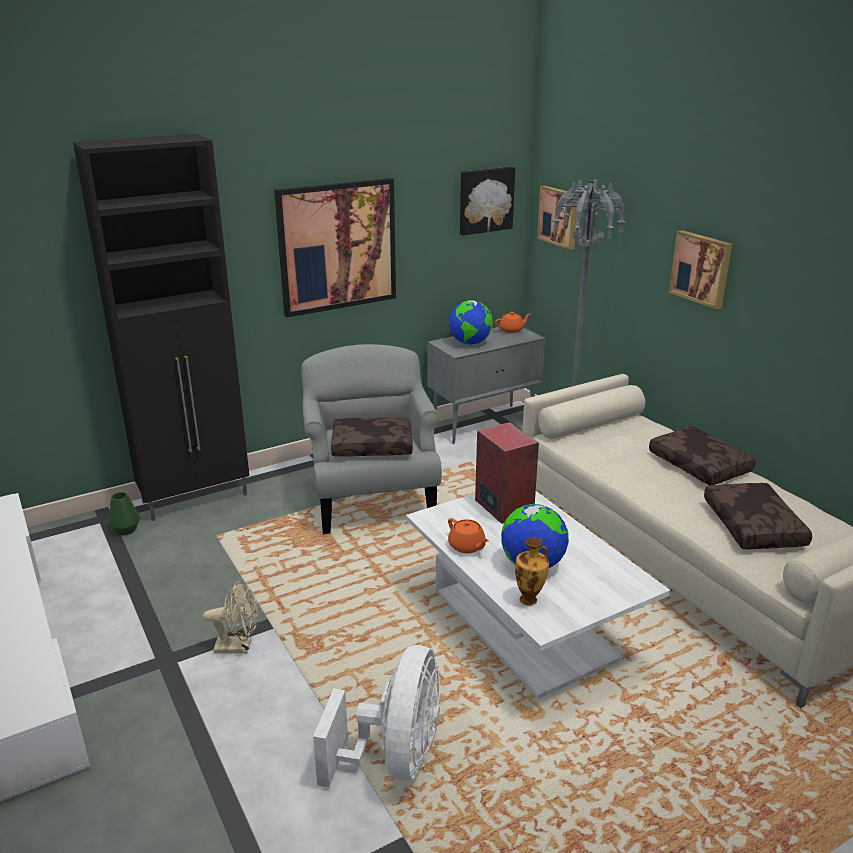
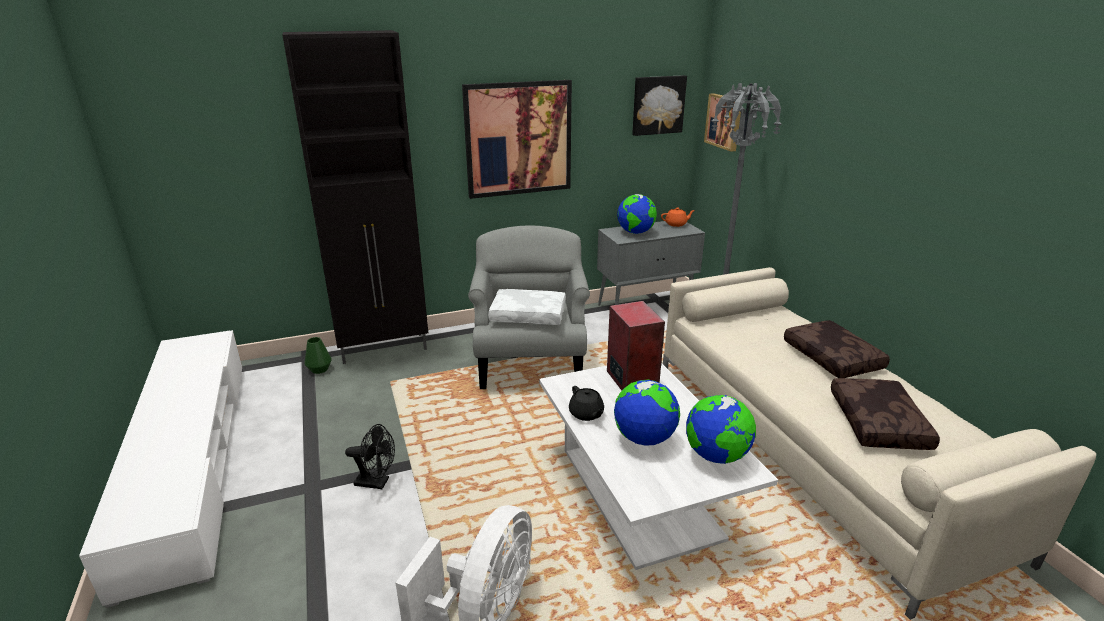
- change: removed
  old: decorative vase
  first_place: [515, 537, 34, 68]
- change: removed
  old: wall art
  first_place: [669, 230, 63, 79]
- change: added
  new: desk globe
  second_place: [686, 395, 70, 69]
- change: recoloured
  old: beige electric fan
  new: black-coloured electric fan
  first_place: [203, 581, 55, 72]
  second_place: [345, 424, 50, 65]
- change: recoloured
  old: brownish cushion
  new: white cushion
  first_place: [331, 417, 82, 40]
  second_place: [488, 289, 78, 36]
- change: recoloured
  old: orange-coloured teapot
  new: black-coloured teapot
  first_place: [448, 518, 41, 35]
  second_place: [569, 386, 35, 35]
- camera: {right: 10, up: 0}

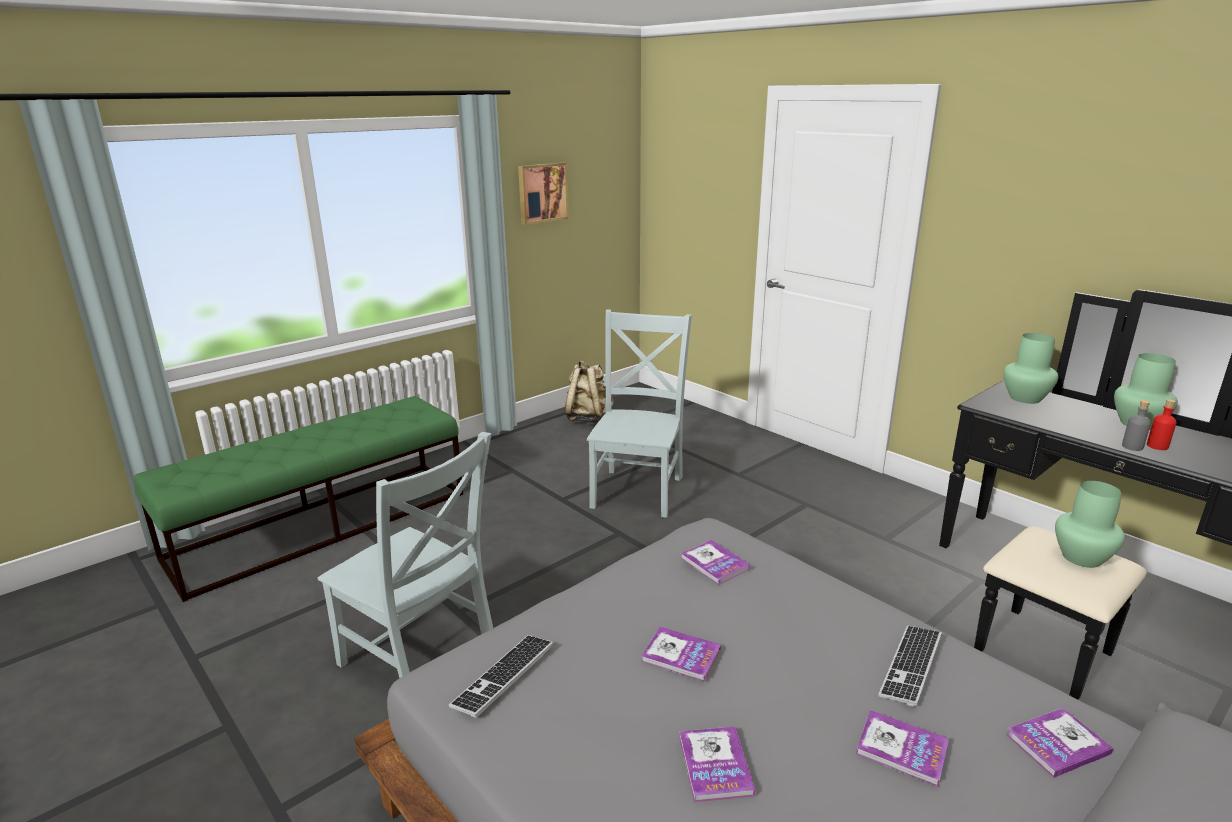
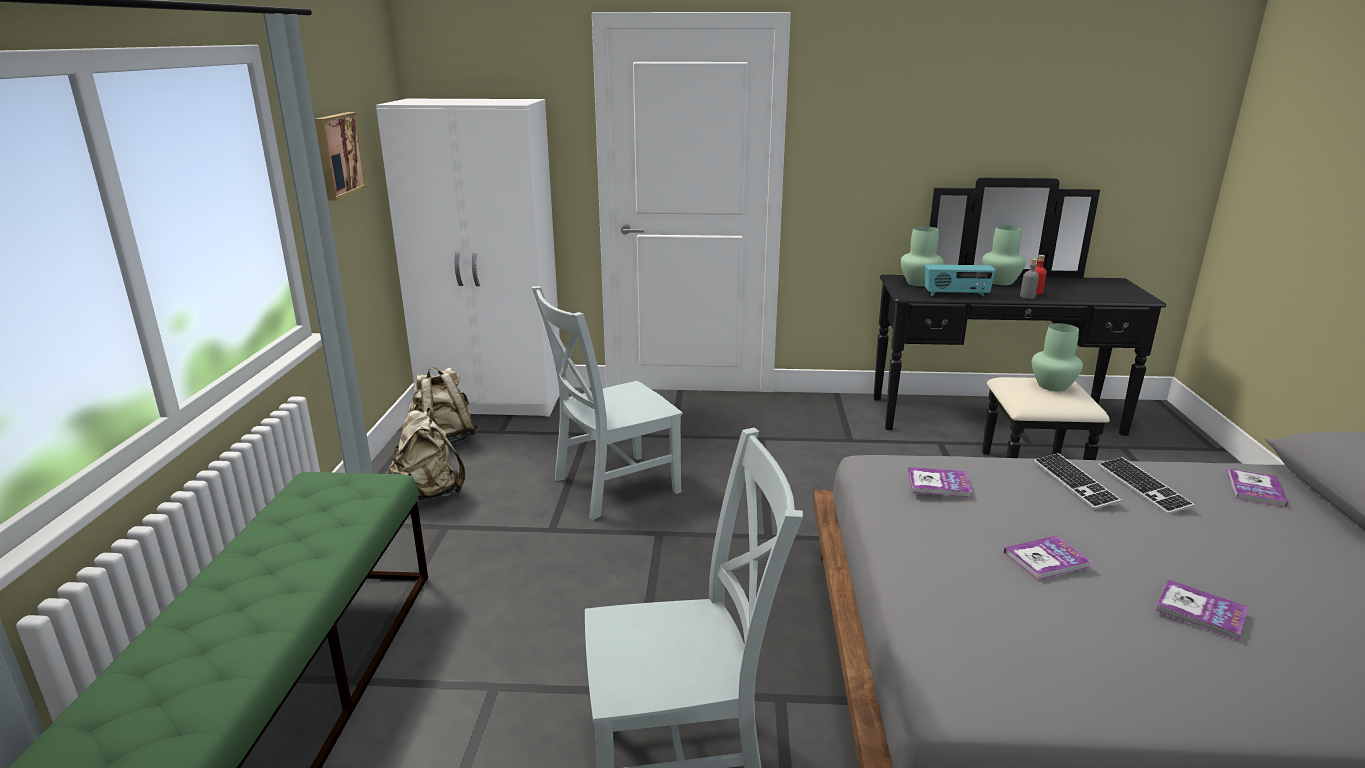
- change: removed
  old: volume
  first_place: [856, 710, 93, 77]
- change: added
  new: white clothes cupboard
  second_place: [376, 99, 184, 318]
- change: added
  new: beige rucksack
  second_place: [388, 408, 77, 93]
- change: added
  new: radio set
  second_place: [925, 264, 71, 33]
- change: moved
  old: PC keyboard
  first_place: [449, 635, 105, 83]
  second_place: [1034, 453, 87, 56]
- change: turned
  old: gray chair
  first_place: [587, 310, 105, 208]
  second_place: [532, 286, 151, 234]
  degrees: -90
- camera: {right: -45, up: 0}

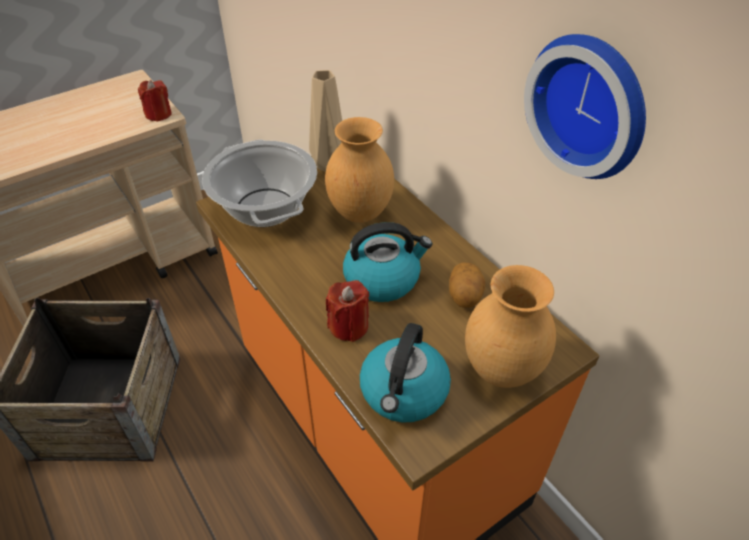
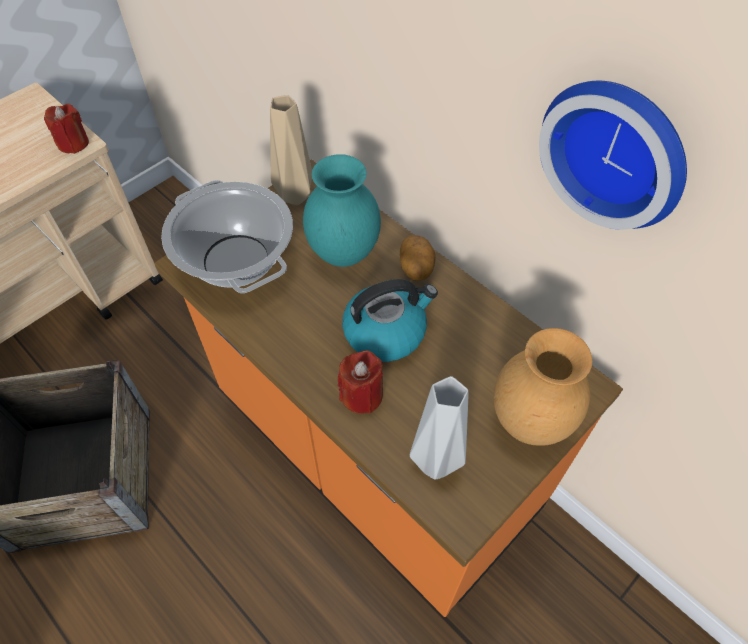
- change: moved
  old: potato
  first_place: [449, 262, 36, 46]
  second_place: [400, 235, 36, 46]
- change: replaced
  old: kettle
  new: gray decorative vase
  first_place: [360, 323, 91, 100]
  second_place: [410, 376, 59, 104]
- change: recoloured
  old: brownish decorative vase
  new: turquoise-coloured decorative vase
  first_place: [325, 117, 69, 106]
  second_place: [303, 154, 78, 113]
- camera: {right: -10, up: 10}

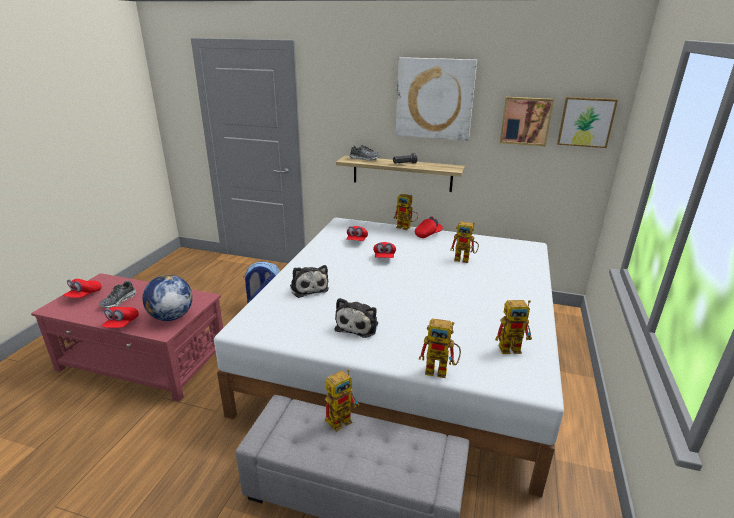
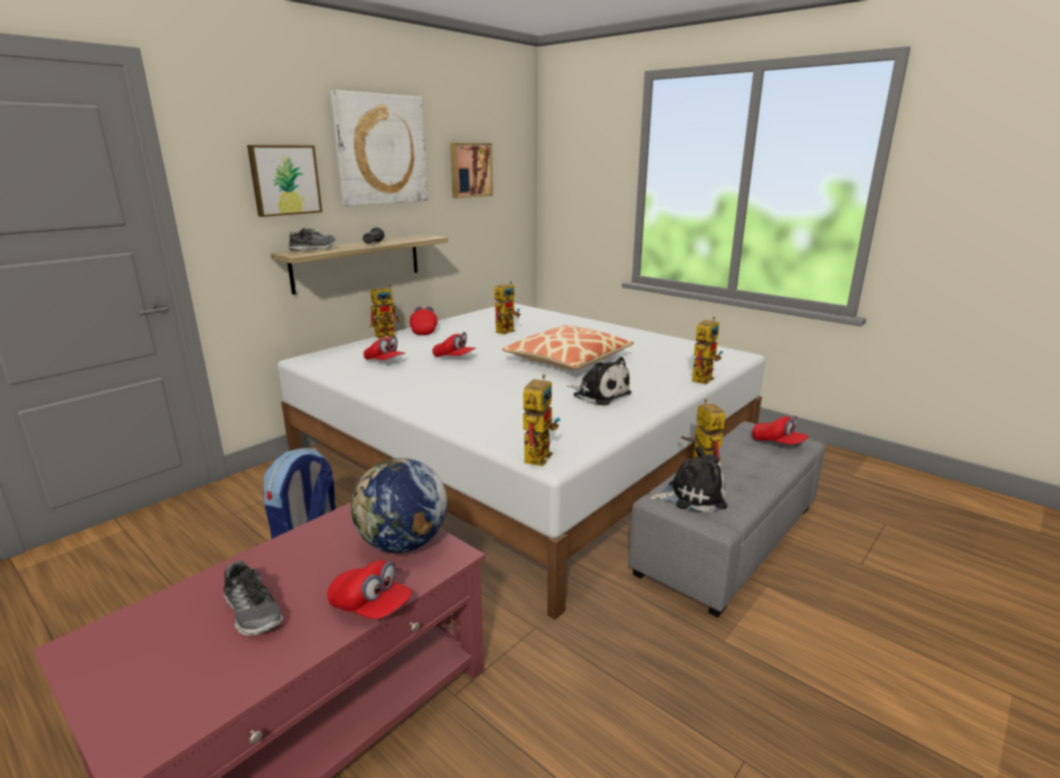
- change: added
  new: cushion
  second_place: [502, 325, 132, 45]
- change: moved
  old: red peaked cap
  first_place: [63, 279, 39, 19]
  second_place: [752, 416, 57, 28]
- change: moved
  old: cuddly toy
  first_place: [290, 265, 39, 33]
  second_place: [649, 446, 78, 66]
- change: moved
  old: toy robot
  first_place: [495, 300, 37, 54]
  second_place: [523, 374, 37, 92]
- change: moved
  old: wall art
  first_place: [557, 97, 61, 51]
  second_place: [247, 145, 75, 72]
- camera: {right: -65, up: -5}

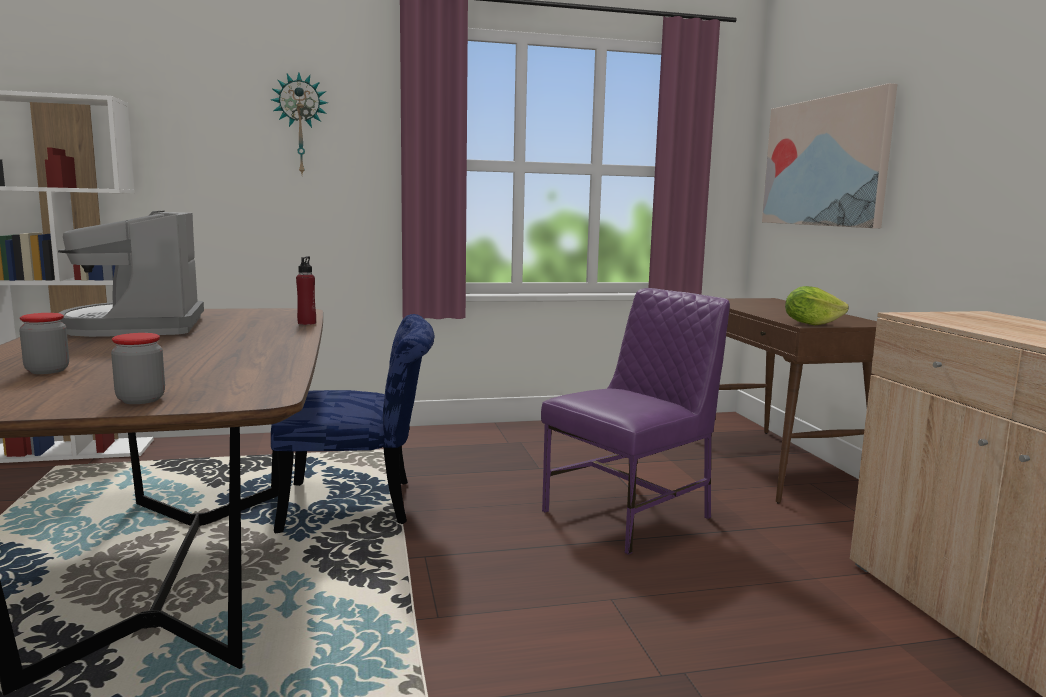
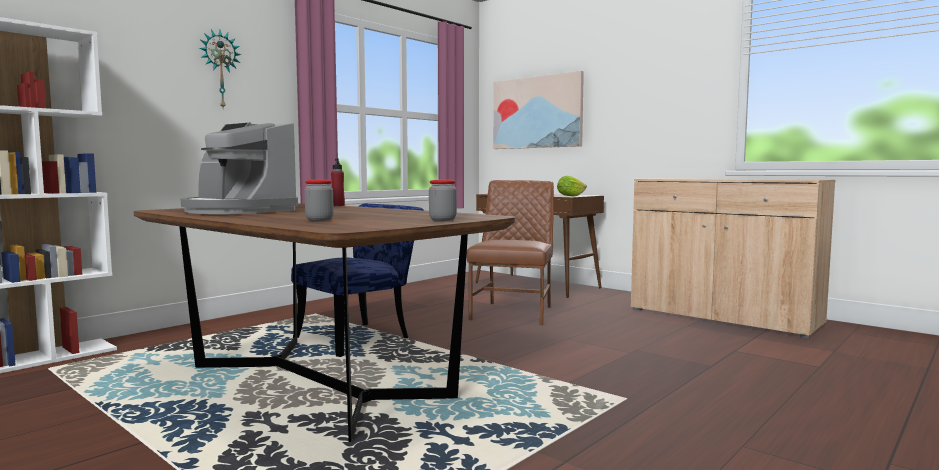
- change: recoloured
  old: purple chair
  new: brownish chair
  first_place: [541, 288, 189, 267]
  second_place: [467, 180, 87, 145]
- camera: {right: -35, up: -5}

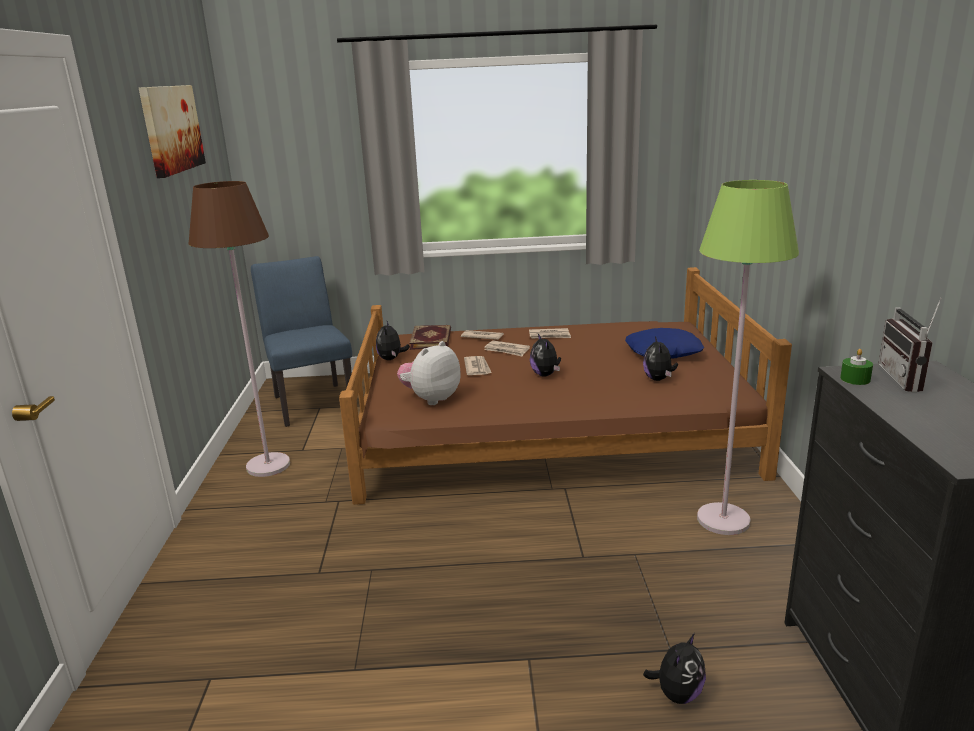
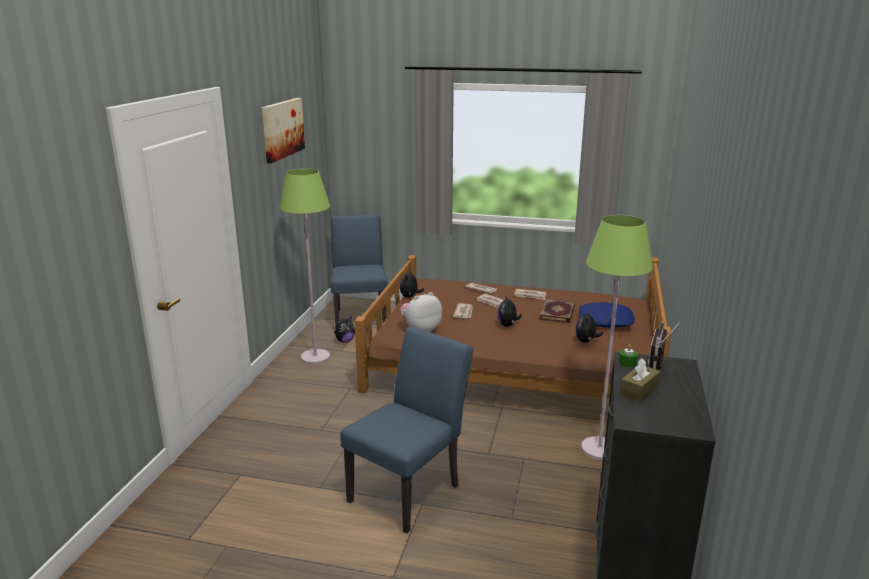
- change: added
  new: blue-coloured chair
  second_place: [340, 327, 133, 206]
- change: added
  new: brownish tissue holder
  second_place: [619, 358, 42, 44]
- change: moved
  old: volume
  first_place: [409, 325, 42, 25]
  second_place: [539, 299, 36, 24]
- change: moved
  old: cuddly toy
  first_place: [643, 633, 63, 71]
  second_place: [334, 317, 21, 26]
- change: recoloured
  old: brownish standard lamp
  new: green-coloured standard lamp
  first_place: [189, 181, 101, 296]
  second_place: [279, 168, 51, 196]
- camera: {right: 15, up: 0}

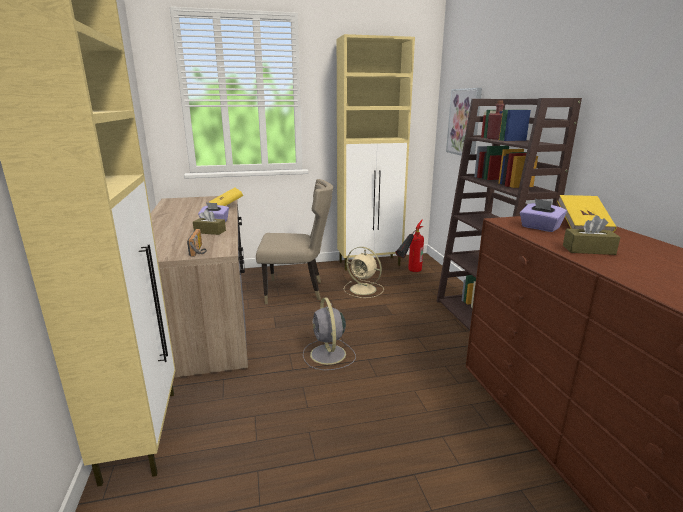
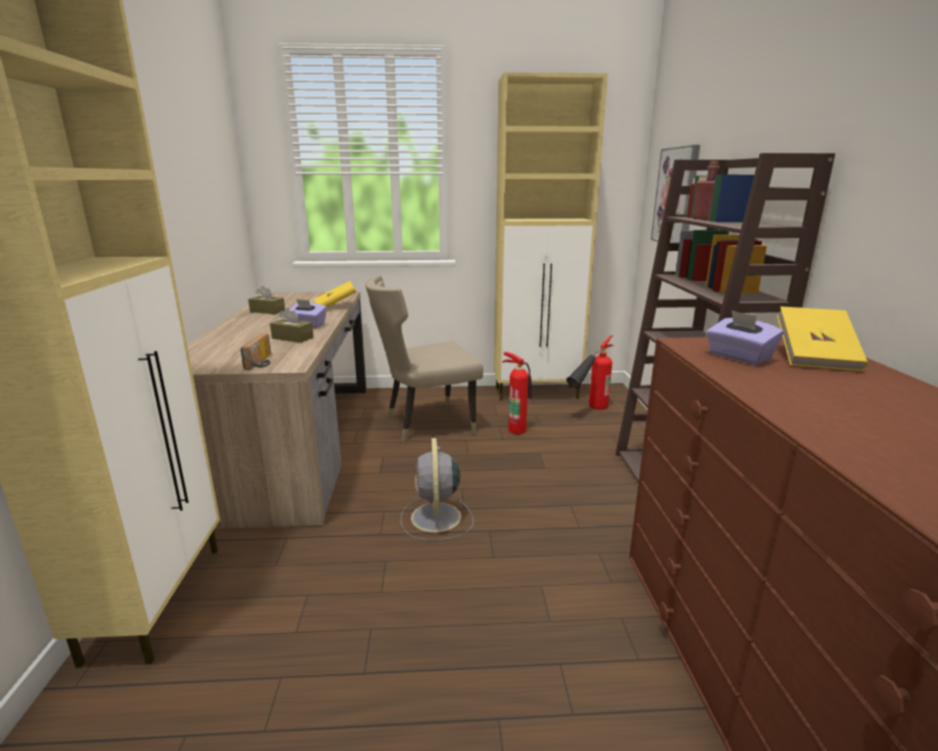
- change: moved
  old: brownish tissue holder
  first_place: [563, 215, 57, 40]
  second_place: [248, 286, 37, 28]
- change: replaced
  old: beige electric fan
  new: fire extinguisher
  first_place: [344, 247, 40, 51]
  second_place: [502, 352, 30, 82]
- change: turned
  old: beige chair
  first_place: [256, 179, 77, 125]
  second_place: [365, 275, 118, 167]
  degrees: 150
- camera: {right: 10, up: 0}

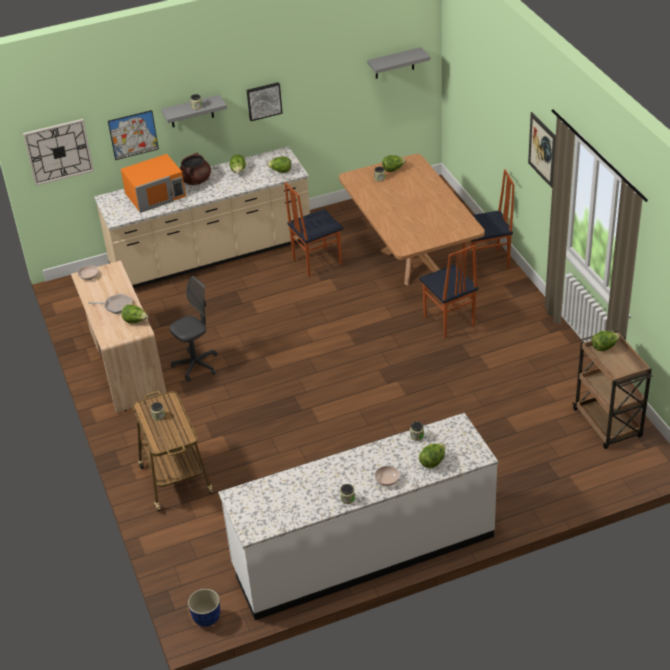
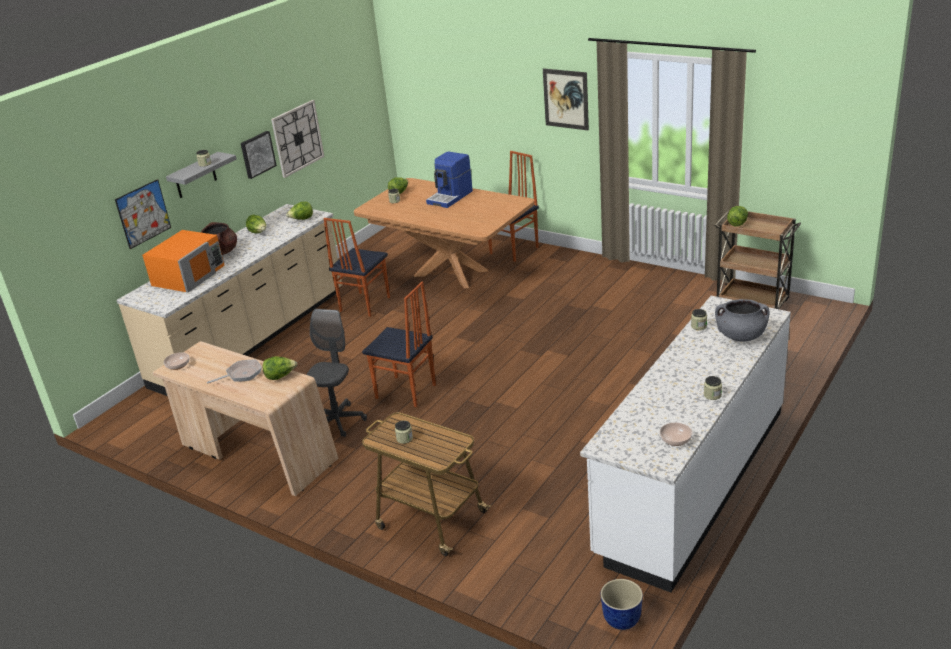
- change: removed
  old: gray shelf
  first_place: [367, 47, 63, 32]
- change: added
  new: coffee machine
  second_place: [426, 151, 47, 57]
- change: moved
  old: wall clock
  first_place: [23, 119, 71, 67]
  second_place: [271, 100, 53, 78]
- change: moved
  old: serving bowl
  first_place: [375, 466, 25, 20]
  second_place: [660, 423, 32, 23]
- change: moved
  old: chair
  first_place: [419, 245, 60, 93]
  second_place: [362, 282, 74, 125]
- change: replaced
  old: lettuce
  new: gray cooking pot
  first_place: [419, 443, 26, 25]
  second_place: [715, 299, 55, 42]
- camera: {right: -35, up: -10}

